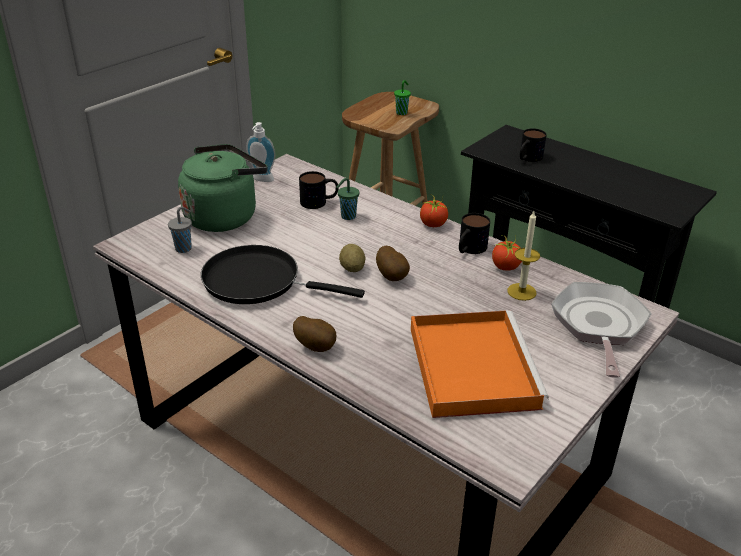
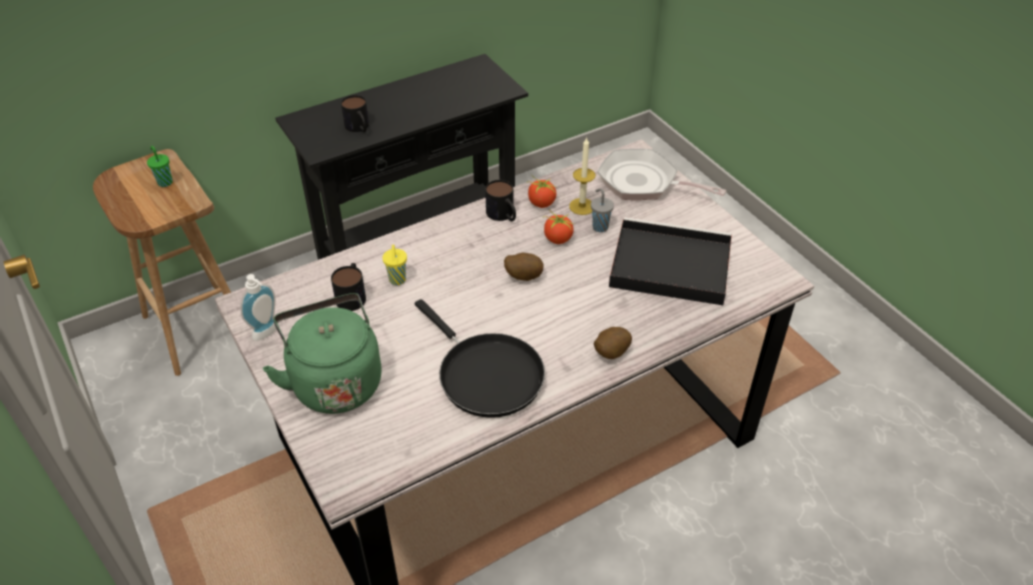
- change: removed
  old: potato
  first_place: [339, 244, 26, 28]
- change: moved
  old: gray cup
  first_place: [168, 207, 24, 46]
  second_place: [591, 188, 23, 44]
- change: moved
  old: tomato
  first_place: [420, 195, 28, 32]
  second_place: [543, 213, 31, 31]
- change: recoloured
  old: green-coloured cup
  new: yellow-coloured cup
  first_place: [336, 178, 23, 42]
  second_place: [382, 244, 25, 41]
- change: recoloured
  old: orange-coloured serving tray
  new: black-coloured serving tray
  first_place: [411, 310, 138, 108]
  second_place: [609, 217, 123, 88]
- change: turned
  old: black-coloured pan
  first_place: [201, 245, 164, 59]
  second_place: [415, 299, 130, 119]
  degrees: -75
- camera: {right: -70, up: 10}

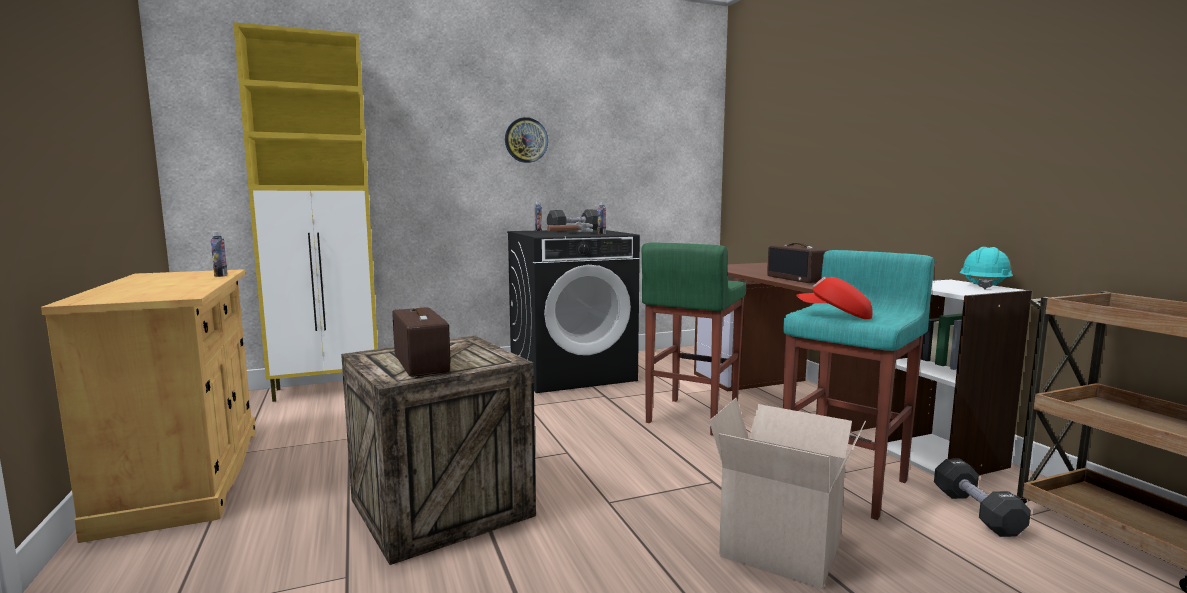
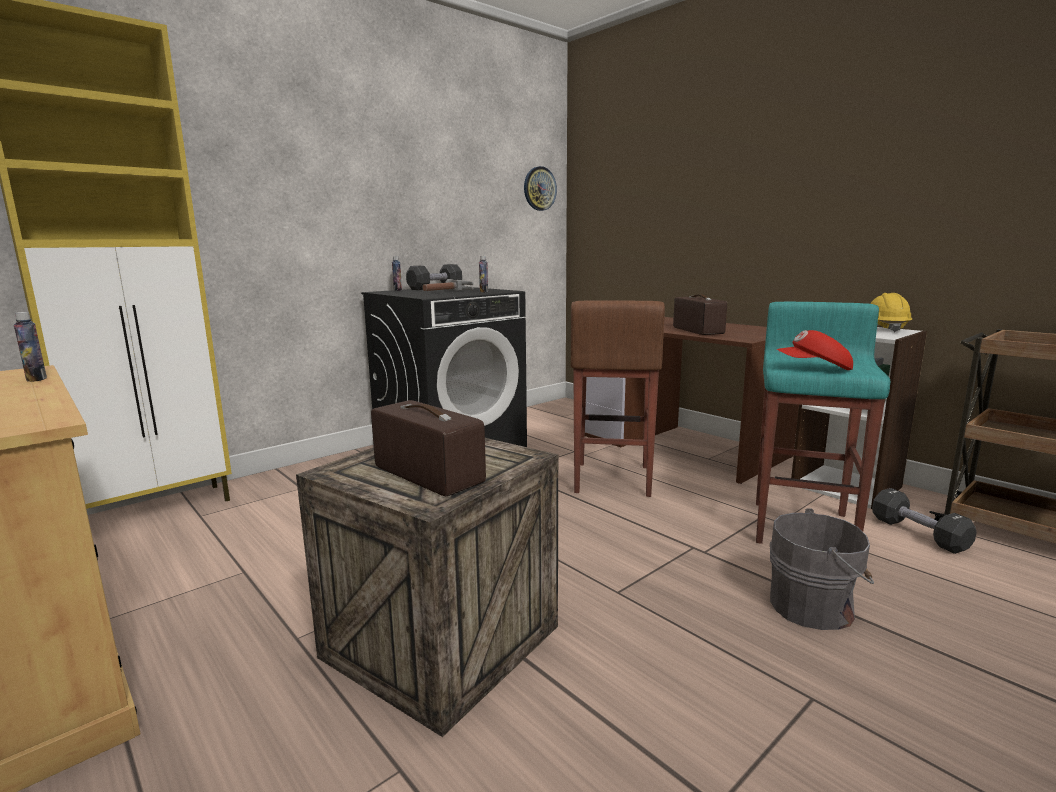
- change: moved
  old: wall clock
  first_place: [505, 117, 43, 46]
  second_place: [524, 166, 33, 45]
- change: replaced
  old: cardboard box
  new: gray water bucket
  first_place: [709, 398, 157, 191]
  second_place: [770, 508, 104, 122]
- change: recoloured
  old: green-coloured sitting stool
  new: brownish sitting stool
  first_place: [642, 243, 104, 193]
  second_place: [571, 300, 94, 197]
- change: recoloured
  old: turquoise-coloured hard hat
  new: yellow-coloured hard hat
  first_place: [960, 247, 53, 43]
  second_place: [870, 293, 42, 40]
- change: turned
  old: radio set
  first_place: [767, 243, 63, 40]
  second_place: [673, 295, 54, 40]
  degrees: -150
- camera: {right: -20, up: 5}

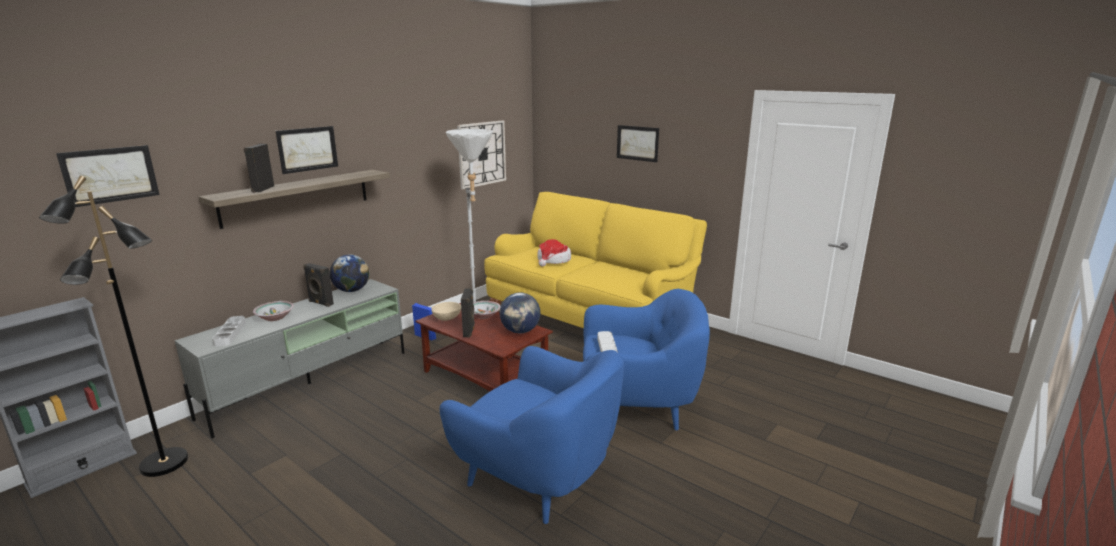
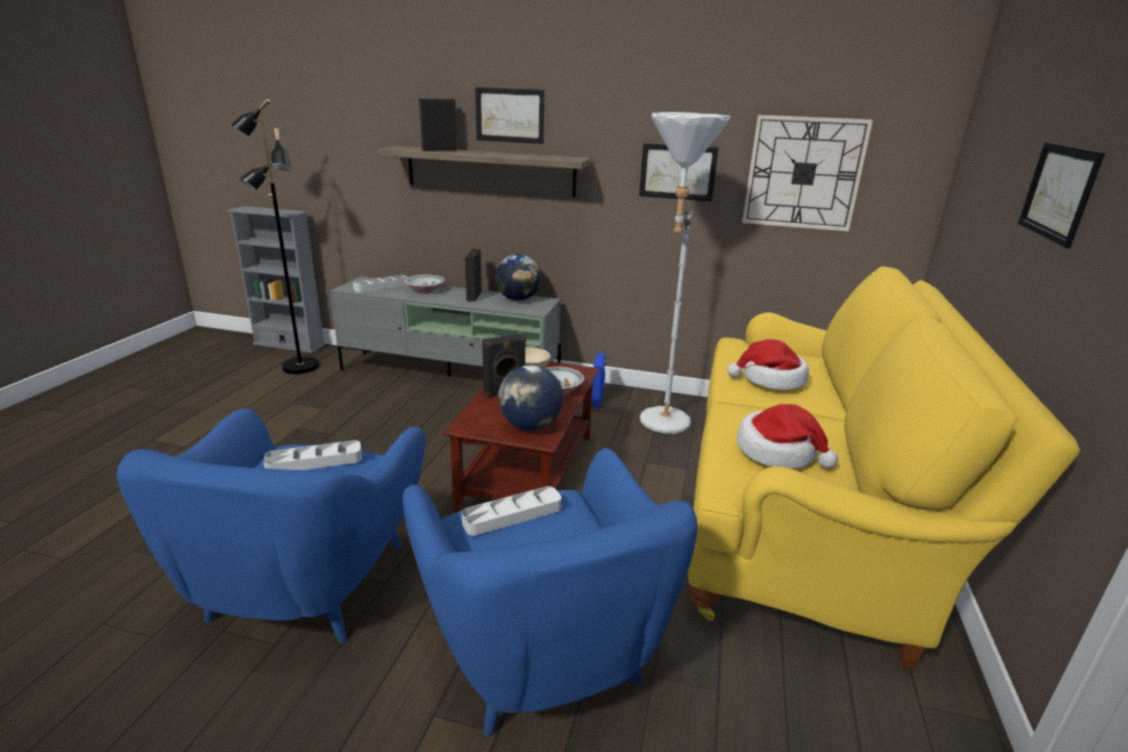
- change: added
  new: gray serving tray
  second_place: [263, 440, 99, 30]
- change: added
  new: hat
  second_place: [737, 404, 101, 65]
- change: moved
  old: wall art
  first_place: [56, 145, 104, 62]
  second_place: [639, 143, 80, 58]
- camera: {right: 65, up: 5}

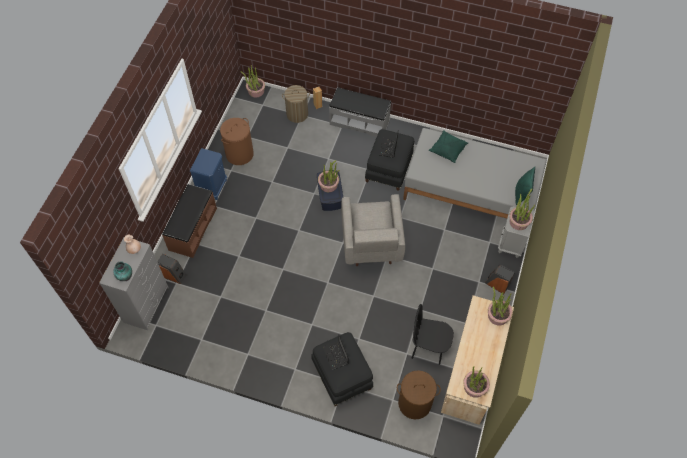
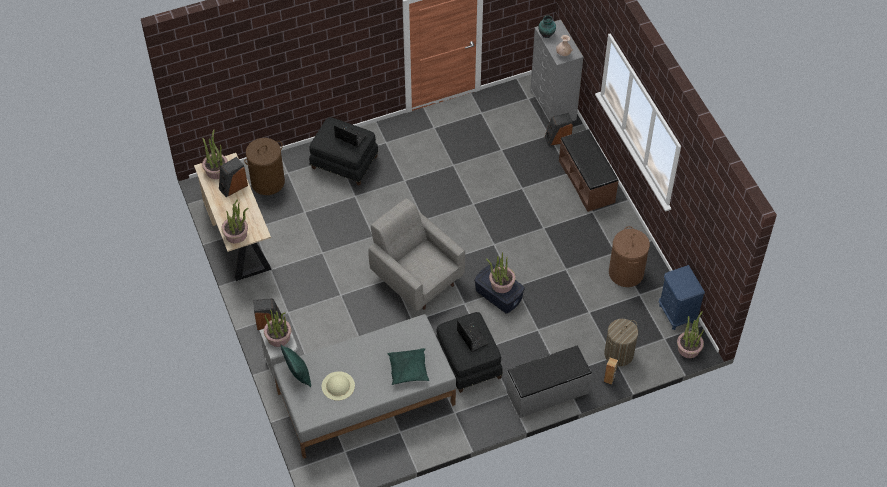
- change: removed
  old: black-coloured chair
  first_place: [412, 304, 42, 61]
- change: added
  new: loudspeaker
  second_place: [219, 157, 29, 40]
- change: added
  new: beige hat
  second_place: [322, 371, 33, 30]
- change: moved
  old: blue-coloured bedside table
  first_place: [190, 148, 37, 52]
  second_place: [659, 265, 46, 65]
- camera: {right: 140, up: -5}

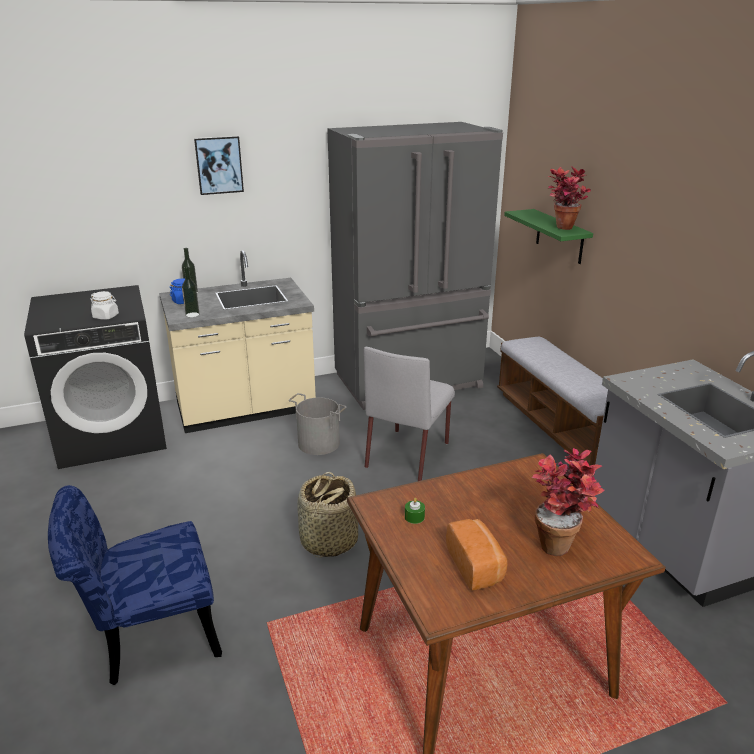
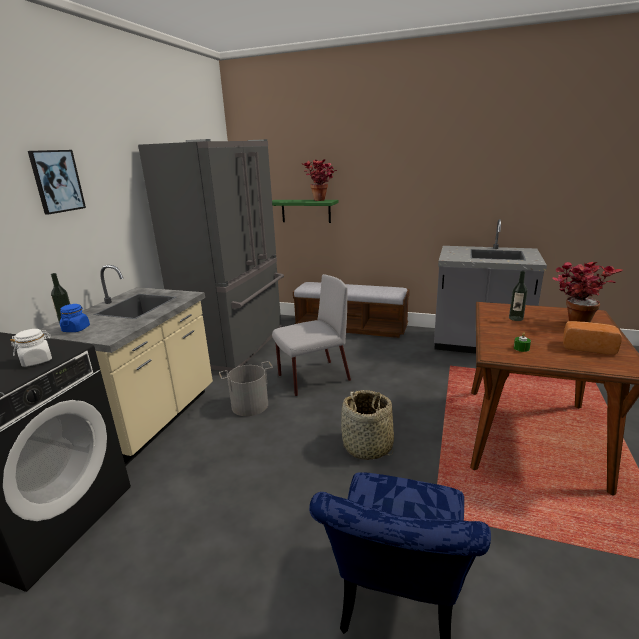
- change: moved
  old: drink bottle
  first_place: [182, 267, 18, 51]
  second_place: [509, 270, 19, 51]
- change: turned
  old: gray chair
  first_place: [364, 347, 91, 134]
  second_place: [272, 274, 79, 122]
  degrees: -90
- camera: {right: -50, up: -5}

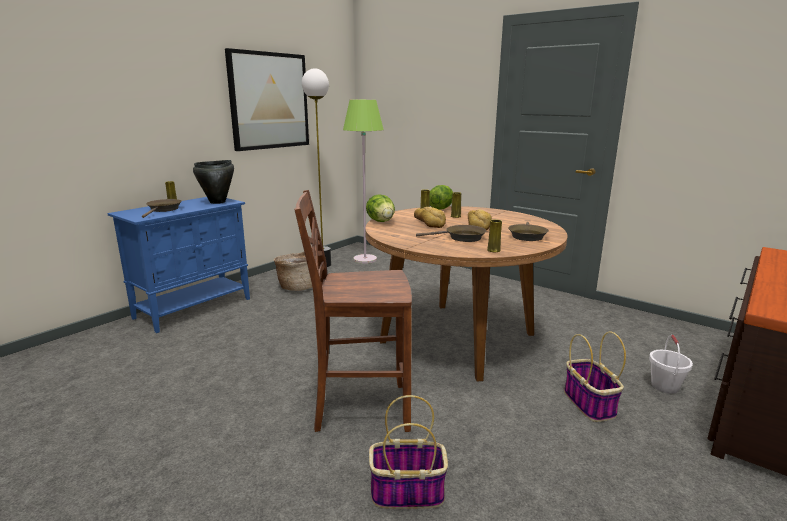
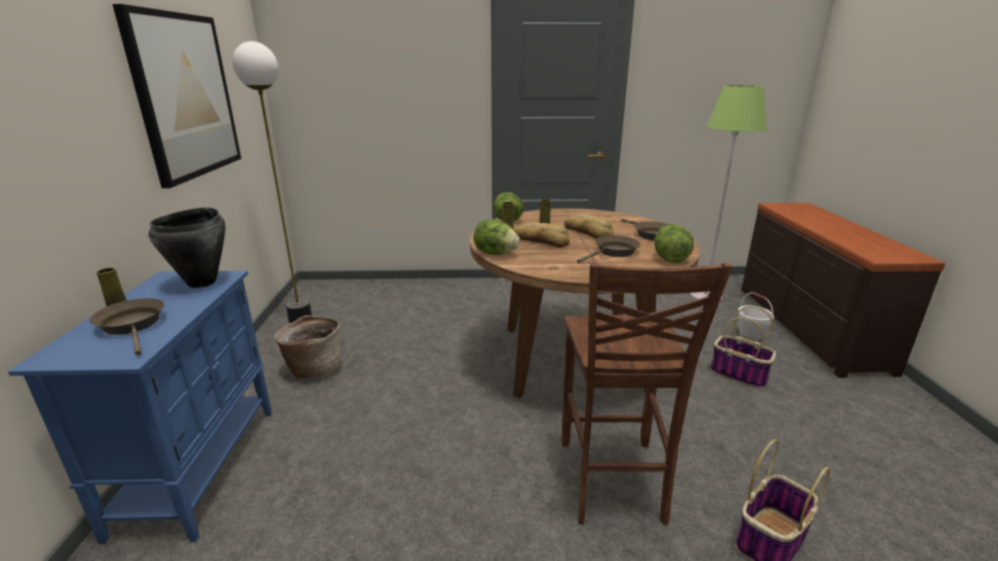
- change: moved
  old: green-coloured standard lamp
  first_place: [343, 100, 41, 164]
  second_place: [690, 85, 77, 217]
- change: replaced
  old: yellow-coloured decorative vase
  new: lettuce
  first_place: [487, 219, 15, 33]
  second_place: [654, 224, 40, 39]
- change: turned
  old: brownish chair
  first_place: [294, 190, 118, 242]
  second_place: [561, 263, 172, 262]
  degrees: -45
- camera: {right: -40, up: 5}

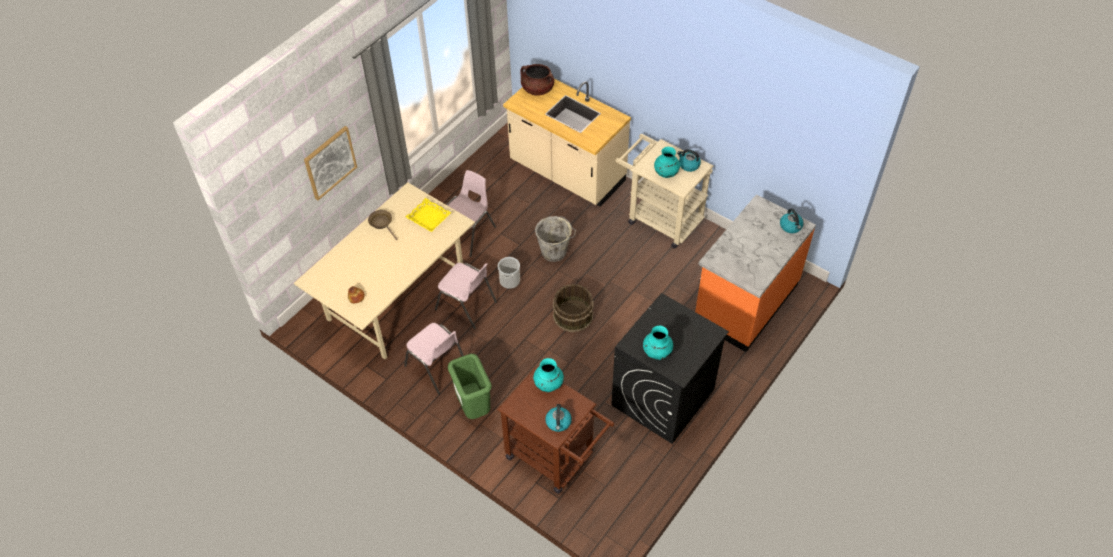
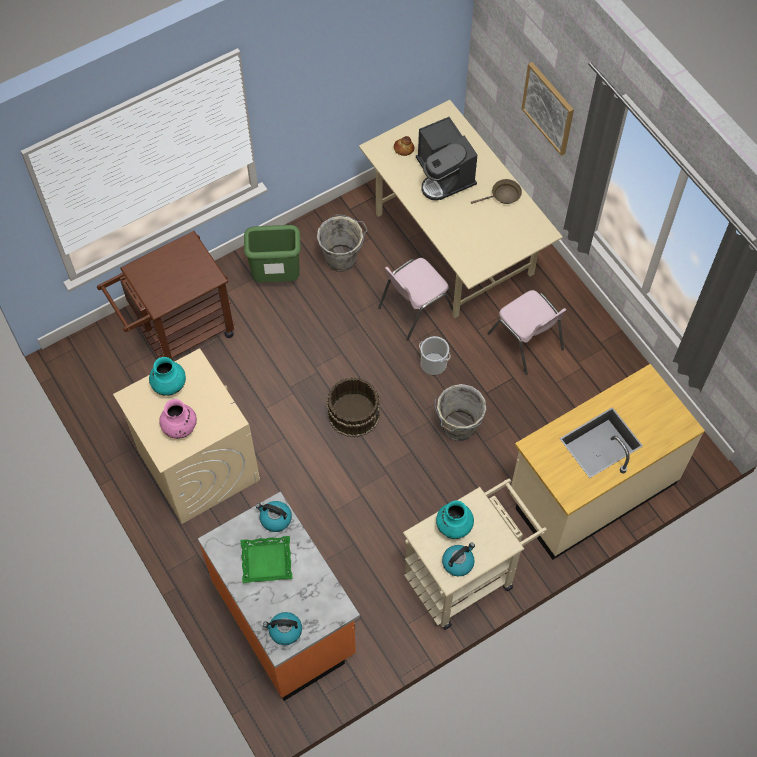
- change: removed
  old: yellow-coloured serving tray
  first_place: [406, 198, 46, 34]
- change: removed
  old: brownish cooking pot
  first_place: [520, 64, 34, 32]
- change: removed
  old: turquoise-coloured decorative vase
  first_place: [533, 358, 31, 34]
- change: added
  new: pink decorative vase
  second_place: [159, 399, 38, 40]
- change: added
  new: green-coloured serving tray
  second_place: [241, 536, 52, 47]
- change: added
  new: coffee machine
  second_place: [416, 117, 61, 84]
- change: moved
  old: kettle
  first_place: [545, 404, 27, 28]
  second_place: [256, 501, 36, 31]
- change: replaced
  old: pink chair
  new: gray water bucket
  first_place: [404, 323, 60, 71]
  second_place: [317, 215, 50, 57]
- change: recoloured
  old: black-coloured laundry appliance
  new: beige laundry appliance
  first_place: [611, 293, 118, 151]
  second_place: [113, 348, 147, 176]
- camera: {right: 110, up: 10}

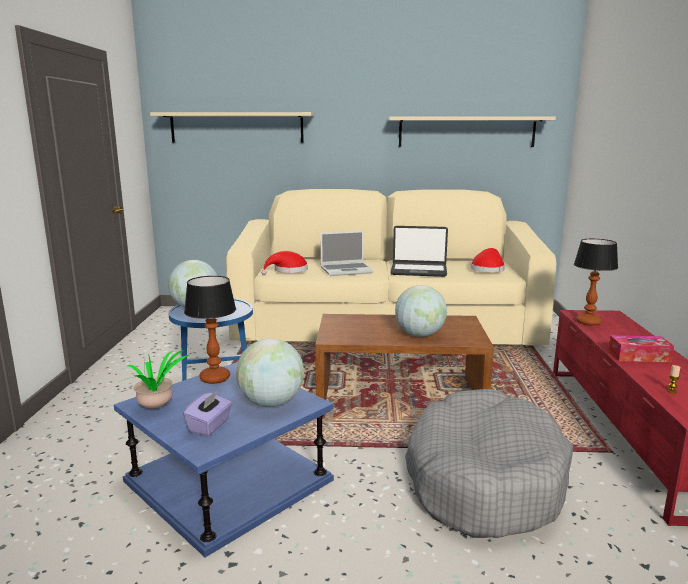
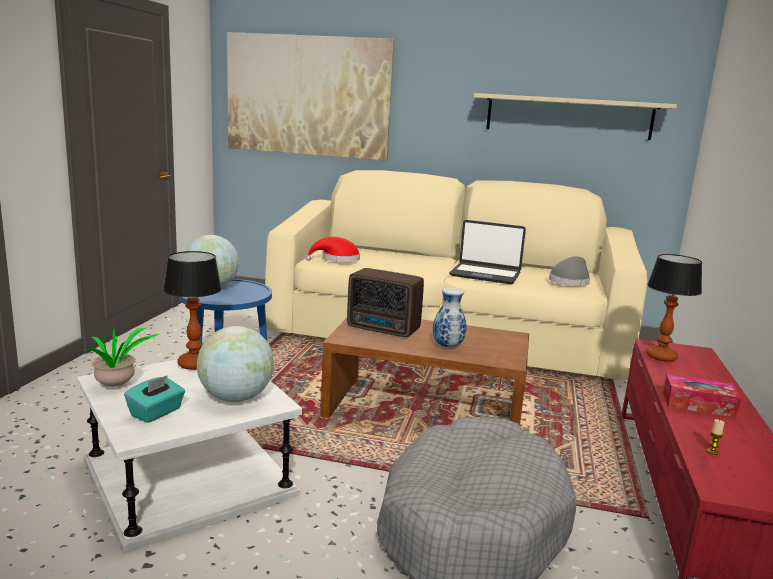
- change: removed
  old: notebook computer
  first_place: [320, 231, 54, 45]
- change: added
  new: radio set
  second_place: [347, 268, 77, 69]
- change: replaced
  old: beige shelf
  new: wall art
  first_place: [150, 112, 164, 31]
  second_place: [227, 32, 167, 129]
- change: replaced
  old: desk globe
  new: decorative vase
  first_place: [395, 285, 52, 52]
  second_place: [433, 287, 34, 61]
- change: recoloured
  old: blue-coloured accent table
  new: white accent table
  first_place: [114, 362, 220, 196]
  second_place: [77, 359, 225, 194]
- change: recoloured
  old: purple tissue holder
  new: turquoise-coloured tissue holder
  first_place: [183, 391, 49, 45]
  second_place: [124, 375, 61, 48]
- change: recoloured
  old: red hat
  new: gray hat
  first_place: [471, 248, 34, 25]
  second_place: [549, 257, 41, 29]
- camera: {right: 10, up: 0}

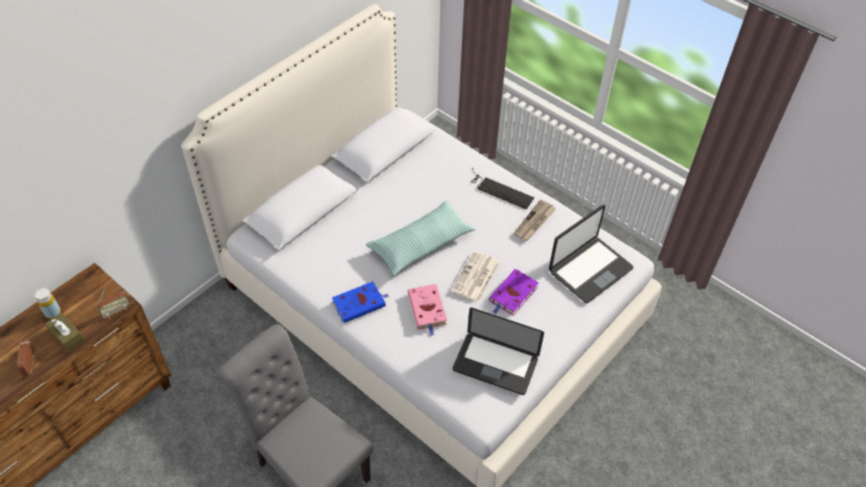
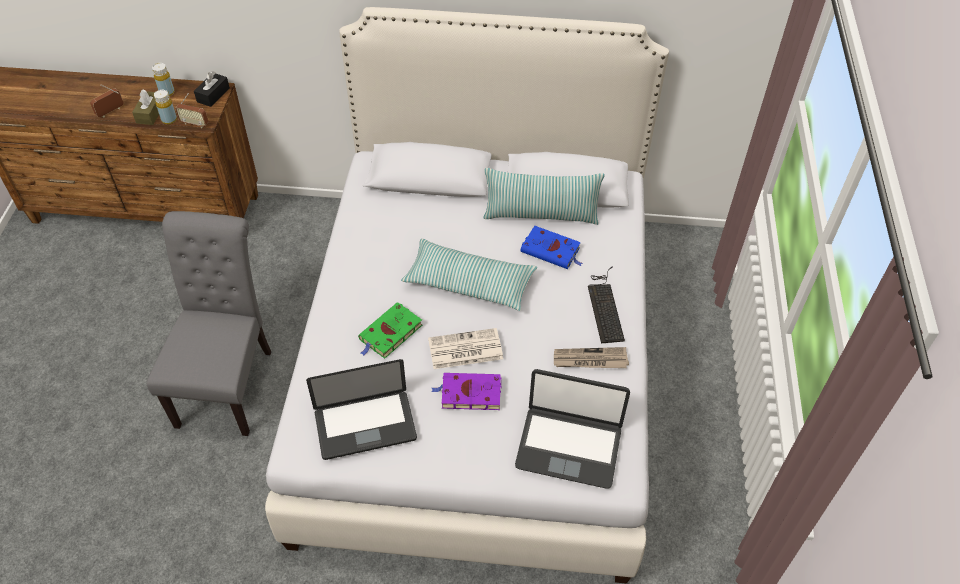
- change: added
  new: yellow-coloured drink bottle
  second_place: [154, 90, 23, 34]
- change: added
  new: black-coloured tissue holder
  second_place: [194, 71, 36, 36]
- change: added
  new: cushion
  second_place: [483, 168, 122, 57]
- change: moved
  old: blue-coloured volume
  first_place: [332, 281, 57, 42]
  second_place: [520, 226, 63, 43]
- change: recoloured
  old: pink volume
  new: green-coloured volume
  first_place: [407, 284, 40, 52]
  second_place: [358, 302, 64, 57]
- change: turned
  old: notebook computer
  first_place: [452, 308, 92, 87]
  second_place: [306, 359, 111, 101]
  degrees: -90
- camera: {right: 55, up: 0}

